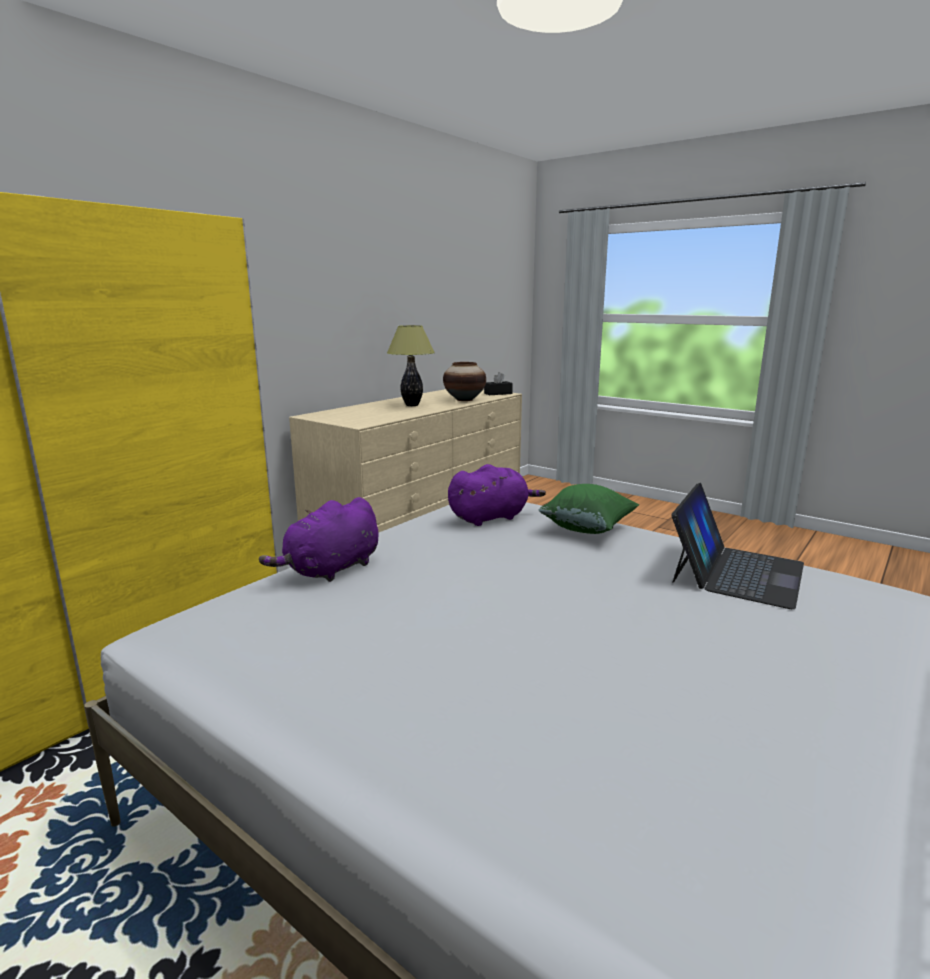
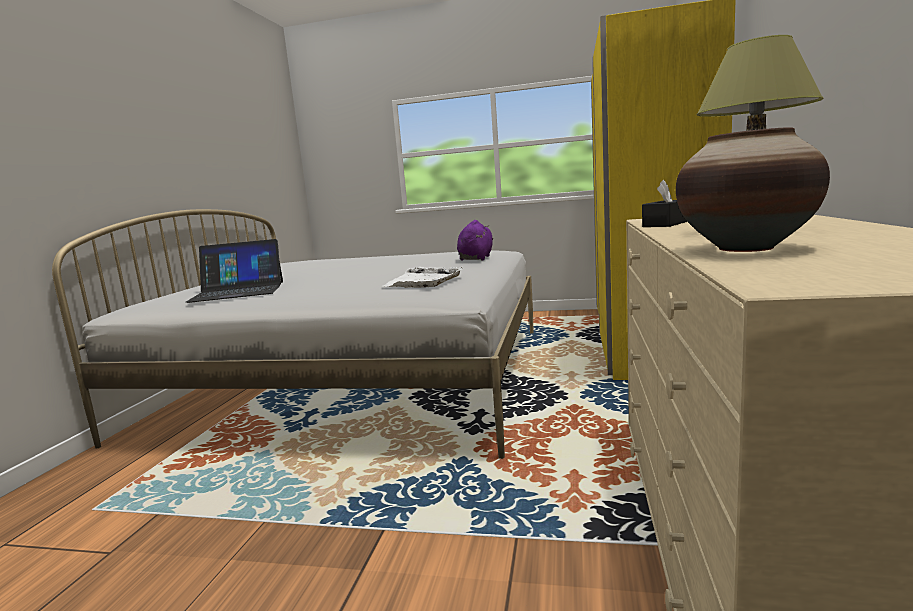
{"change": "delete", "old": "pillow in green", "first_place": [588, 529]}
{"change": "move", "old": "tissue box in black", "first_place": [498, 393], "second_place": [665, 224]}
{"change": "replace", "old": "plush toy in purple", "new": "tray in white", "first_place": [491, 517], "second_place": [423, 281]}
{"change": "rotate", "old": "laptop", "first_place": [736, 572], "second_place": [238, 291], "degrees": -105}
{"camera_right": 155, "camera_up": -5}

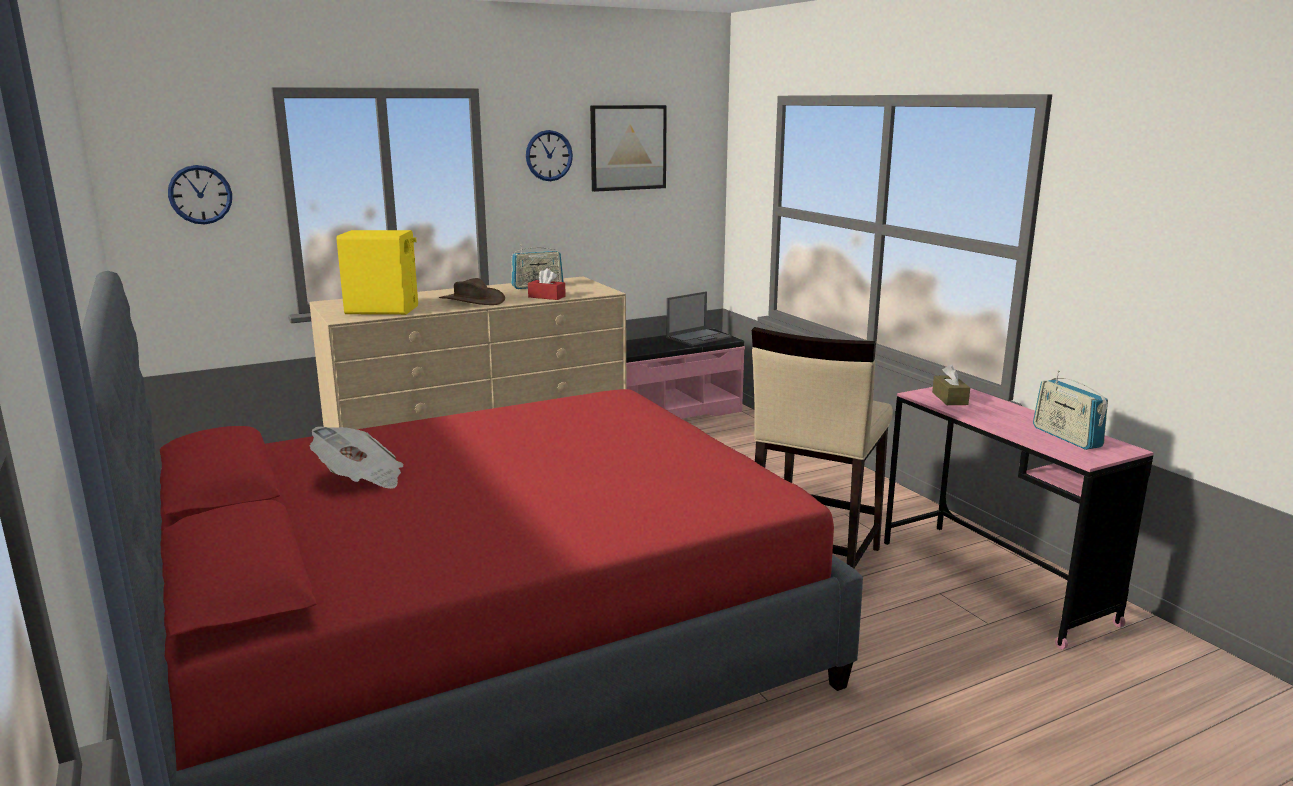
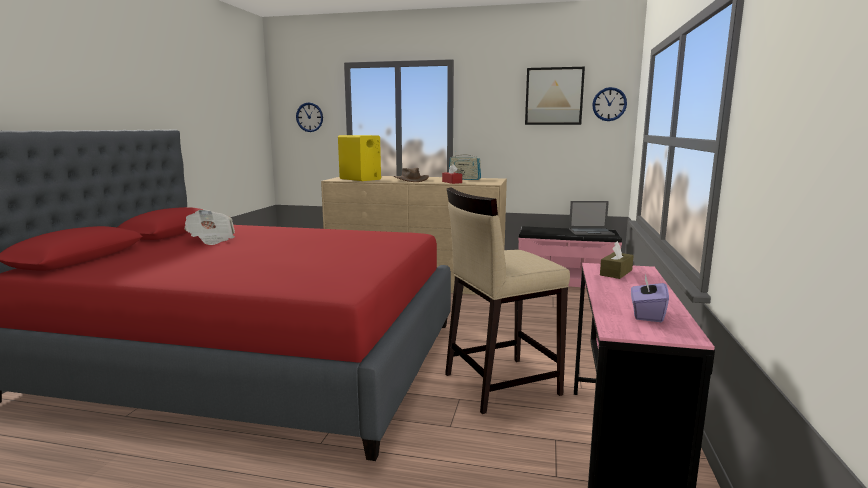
{"change": "move", "old": "wall clock", "first_place": [549, 155], "second_place": [609, 104]}
{"change": "replace", "old": "radio", "new": "tissue box in purple", "first_place": [1066, 437], "second_place": [646, 314]}
{"camera_right": 40, "camera_up": -5}

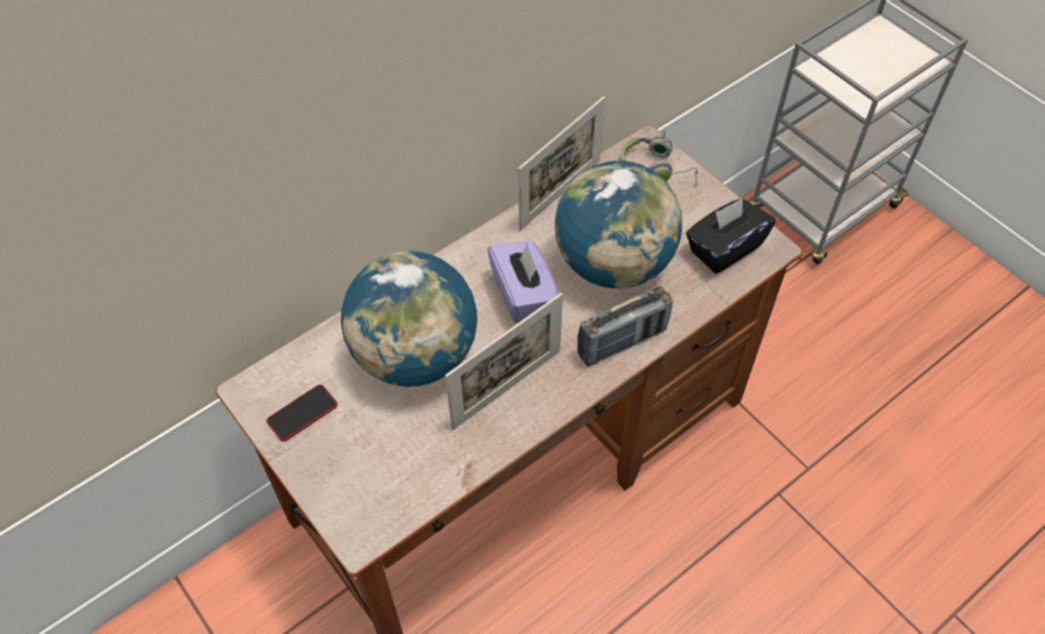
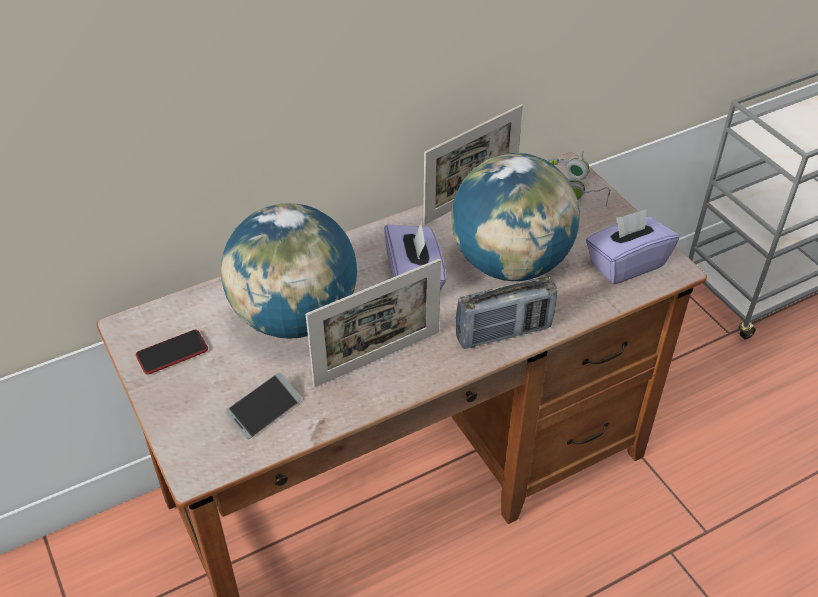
{"change": "insert", "new": "phone", "second_place": [264, 410]}
{"change": "recolor", "old": "tissue box in black", "new": "tissue box in purple", "first_place": [724, 248], "second_place": [626, 264]}
{"camera_right": 10, "camera_up": -10}

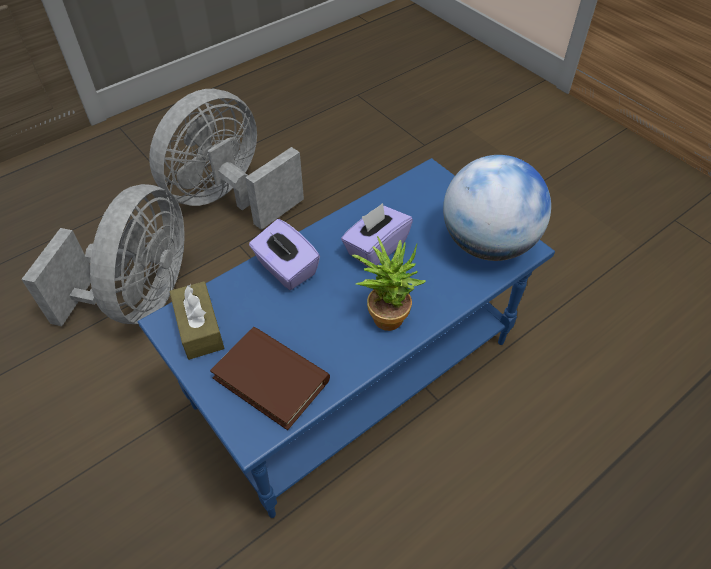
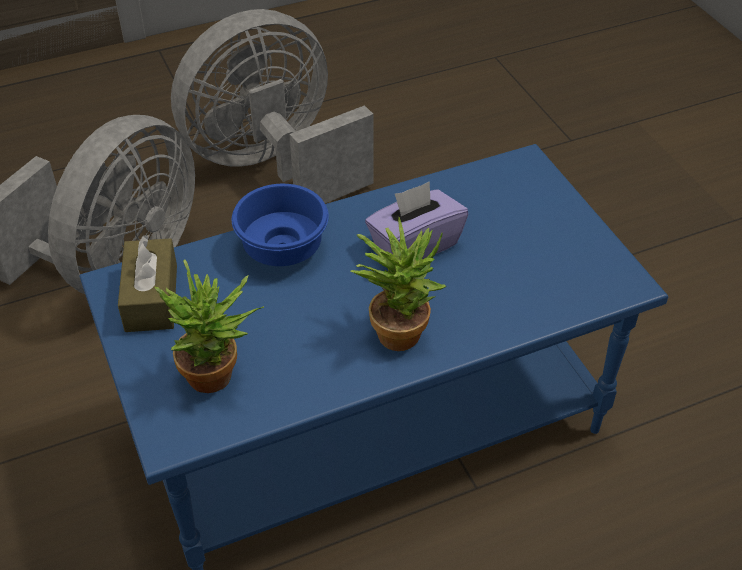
{"change": "delete", "old": "globe", "first_place": [487, 244]}
{"change": "replace", "old": "book in brown", "new": "potted plant", "first_place": [271, 379], "second_place": [219, 377]}
{"change": "replace", "old": "tissue box in purple", "new": "bowl in blue", "first_place": [285, 269], "second_place": [286, 248]}
{"camera_right": 15, "camera_up": -5}

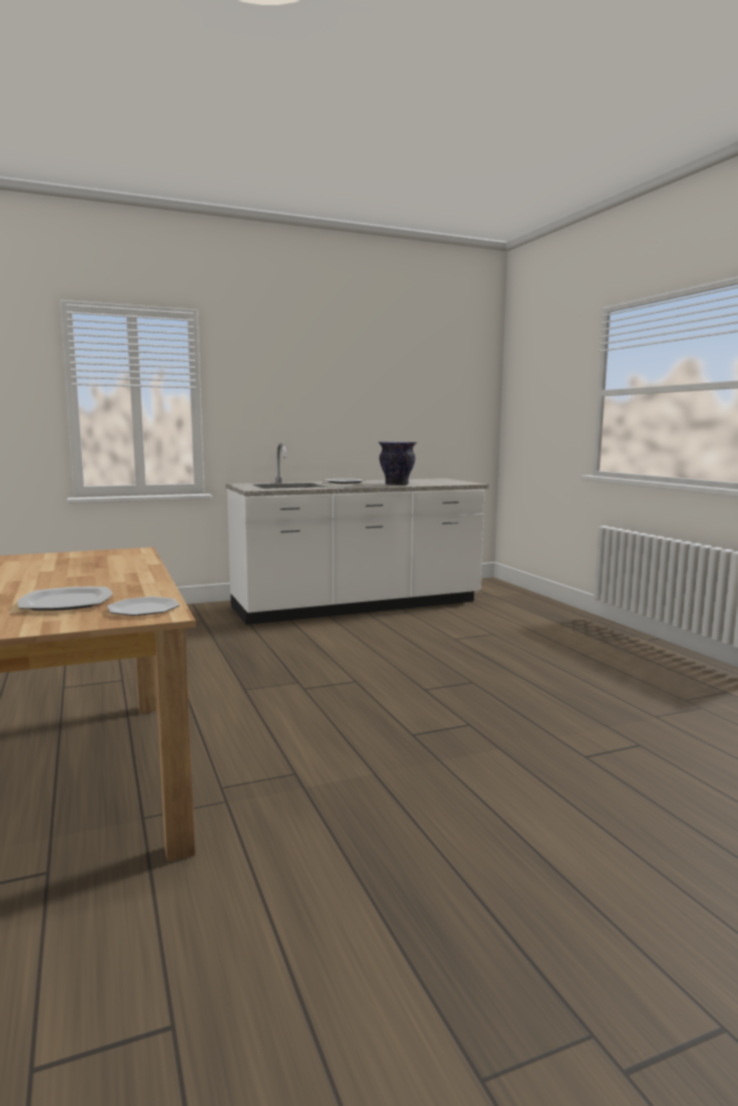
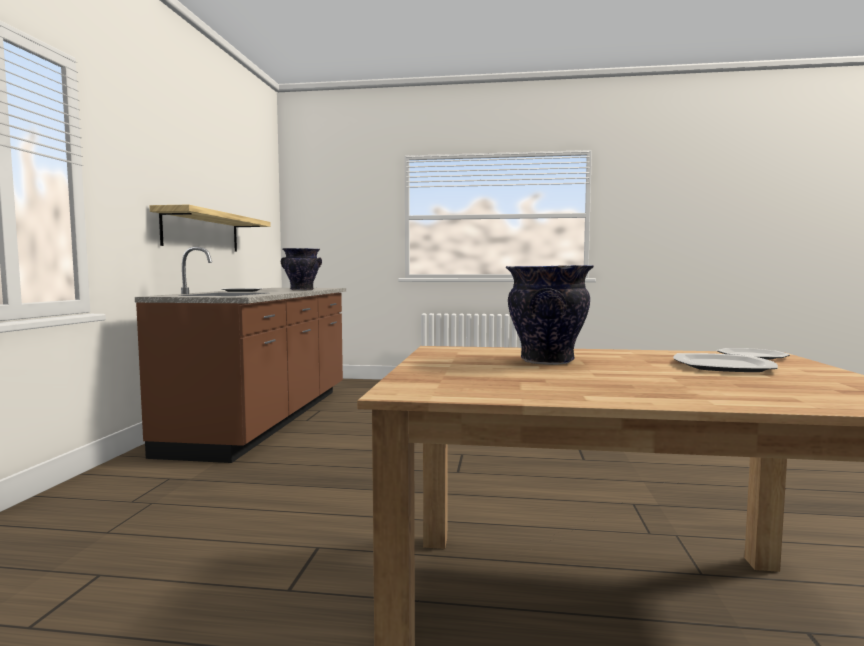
{"change": "insert", "new": "shelf", "second_place": [202, 232]}
{"change": "insert", "new": "vase", "second_place": [546, 361]}
{"change": "recolor", "old": "counter in white", "new": "counter in brown", "first_place": [357, 605], "second_place": [267, 418]}
{"camera_right": -60, "camera_up": -5}

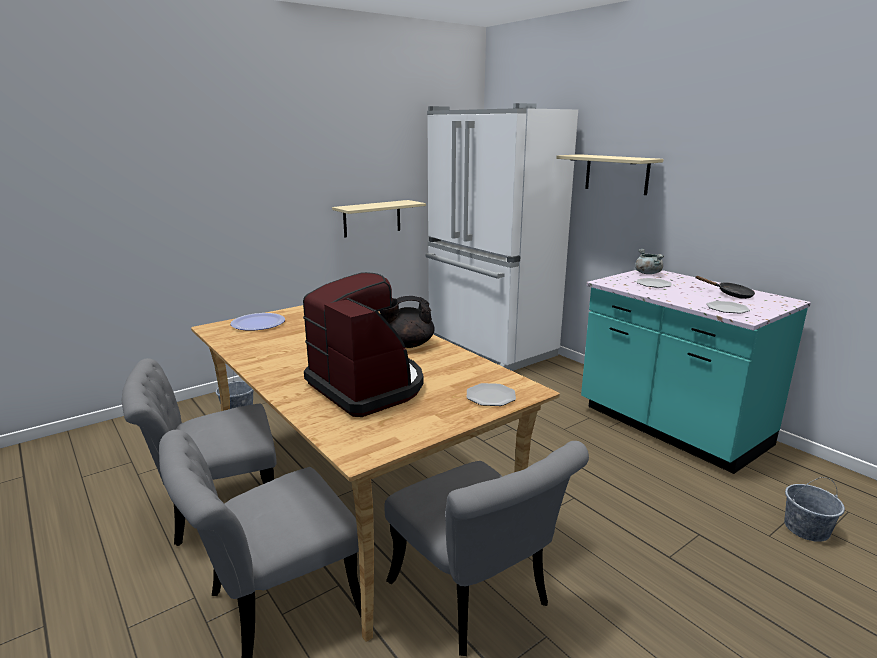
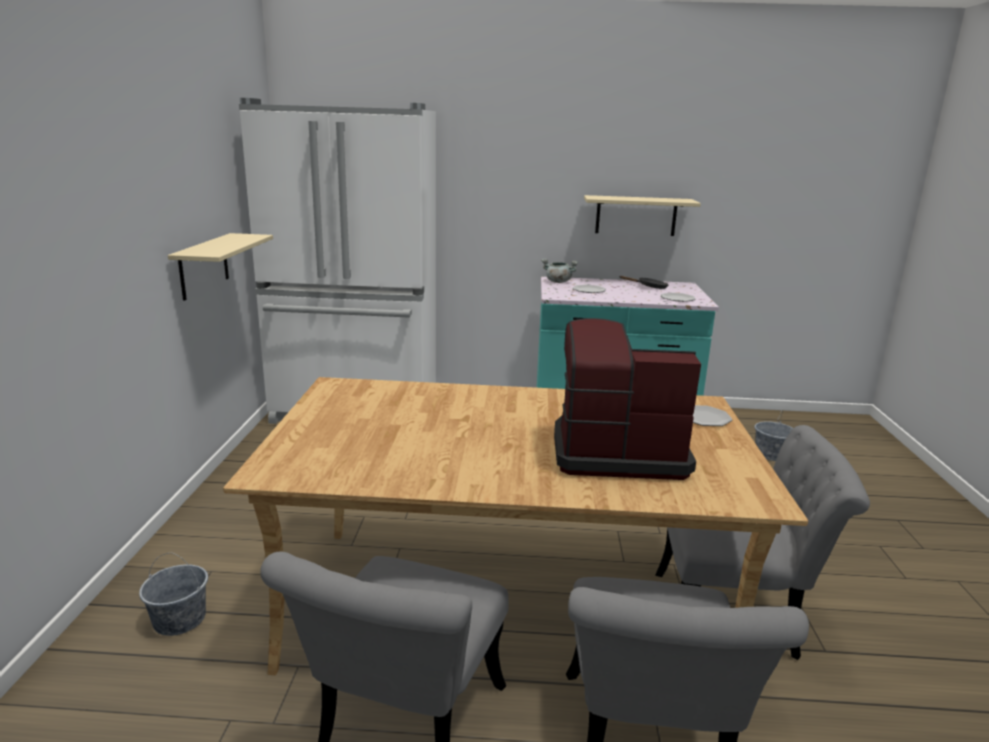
{"change": "delete", "old": "plate", "first_place": [258, 323]}
{"change": "delete", "old": "teapot in black", "first_place": [407, 344]}
{"change": "move", "old": "shelf in beige", "first_place": [616, 174], "second_place": [636, 215]}
{"camera_right": -50, "camera_up": 0}

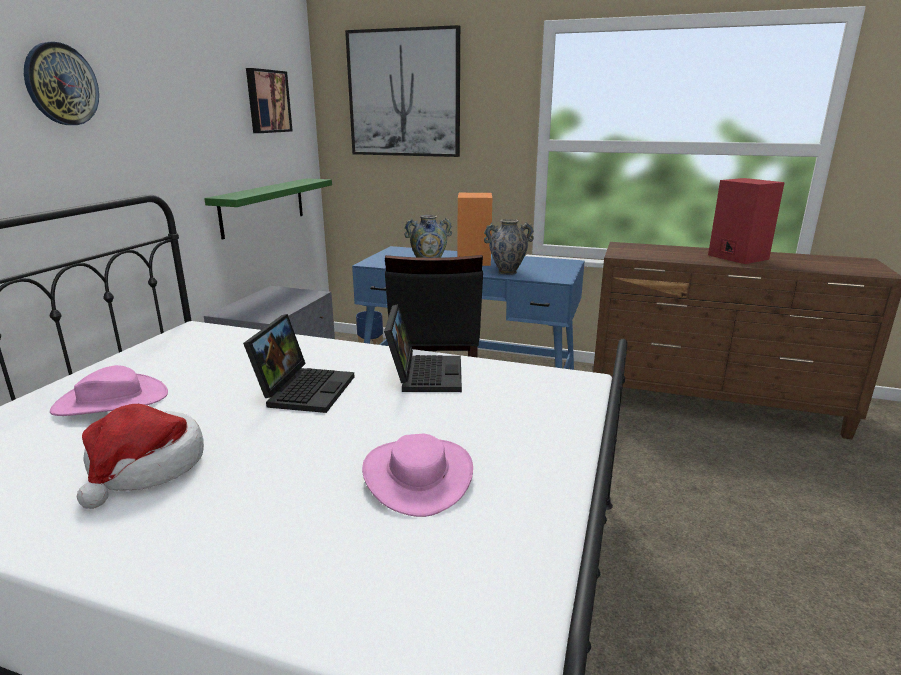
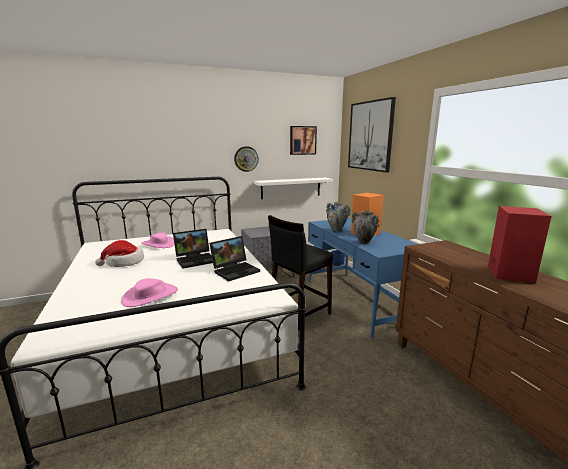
{"change": "move", "old": "wall clock", "first_place": [61, 84], "second_place": [246, 159]}
{"change": "recolor", "old": "shelf in green", "new": "shelf in white", "first_place": [263, 206], "second_place": [291, 188]}
{"camera_right": 50, "camera_up": -5}

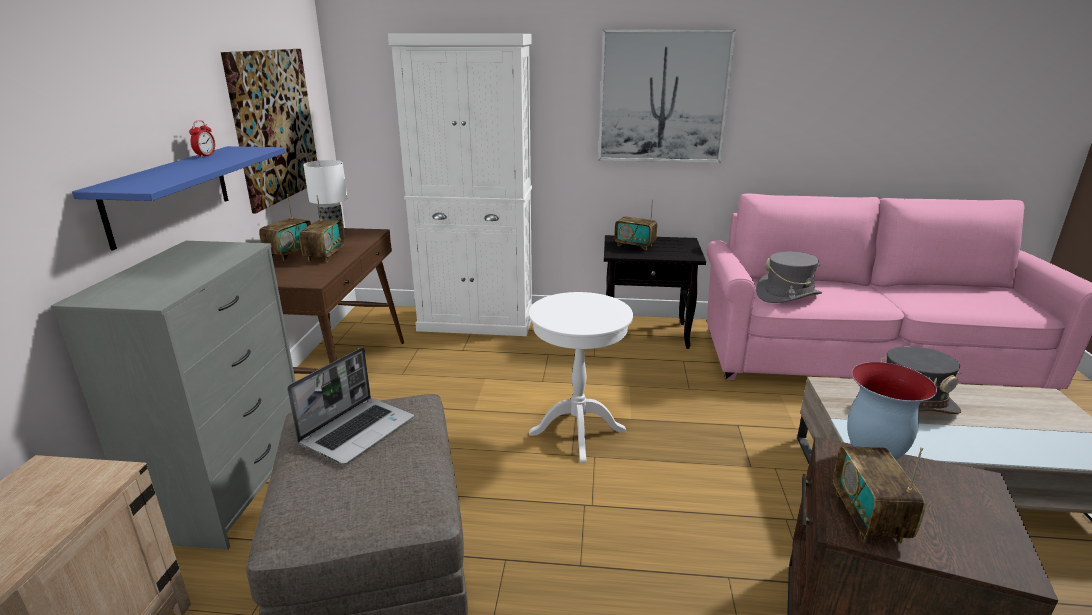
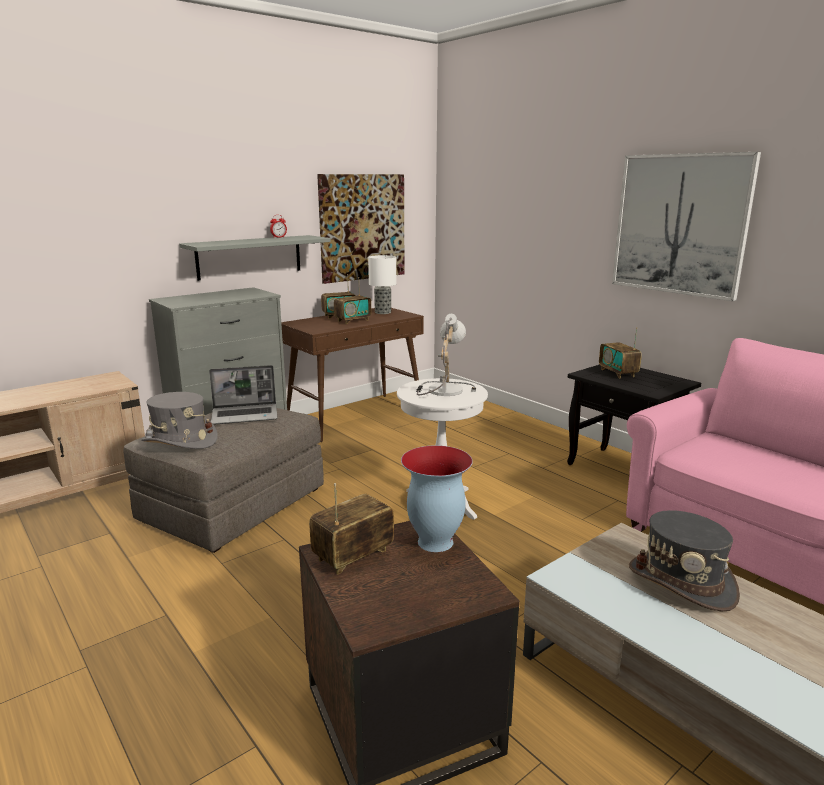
{"change": "delete", "old": "cabinet in white", "first_place": [477, 322]}
{"change": "insert", "new": "table lamp", "second_place": [442, 389]}
{"change": "move", "old": "hat in grey", "first_place": [788, 295], "second_place": [180, 441]}
{"change": "recolor", "old": "shelf in blue", "new": "shelf in grey", "first_place": [169, 194], "second_place": [249, 257]}
{"camera_right": 45, "camera_up": -5}

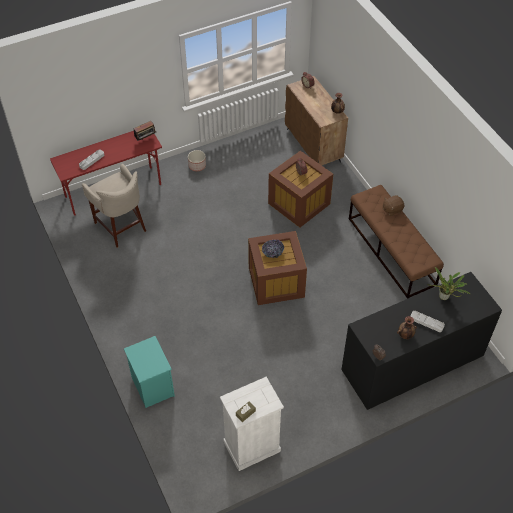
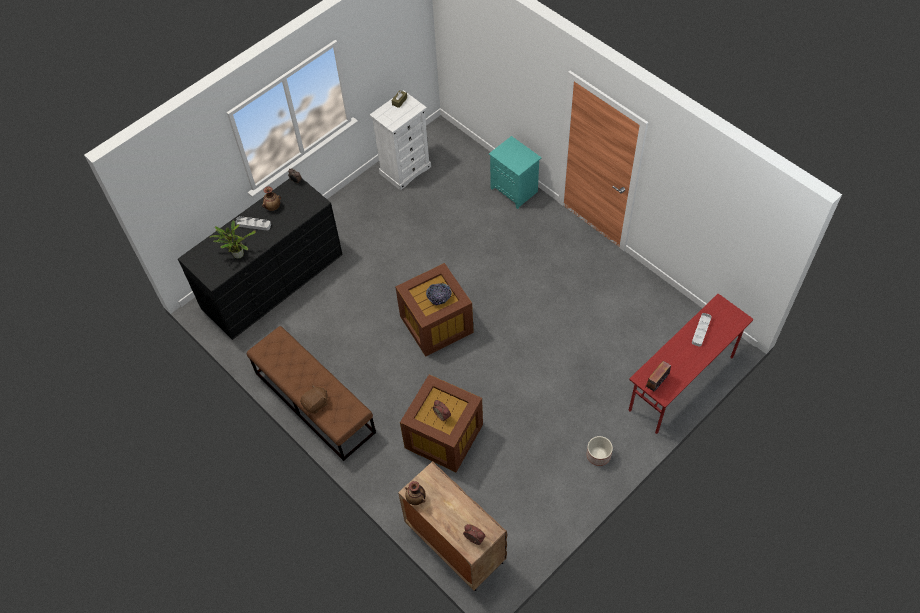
{"change": "delete", "old": "stool in beige", "first_place": [121, 226]}
{"camera_right": 165, "camera_up": 5}

